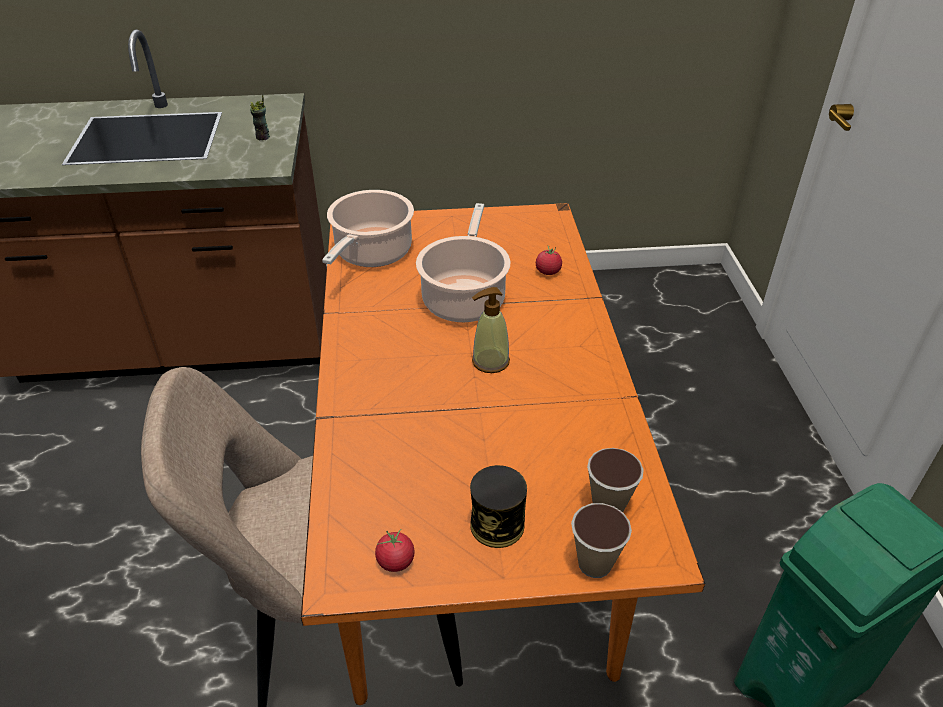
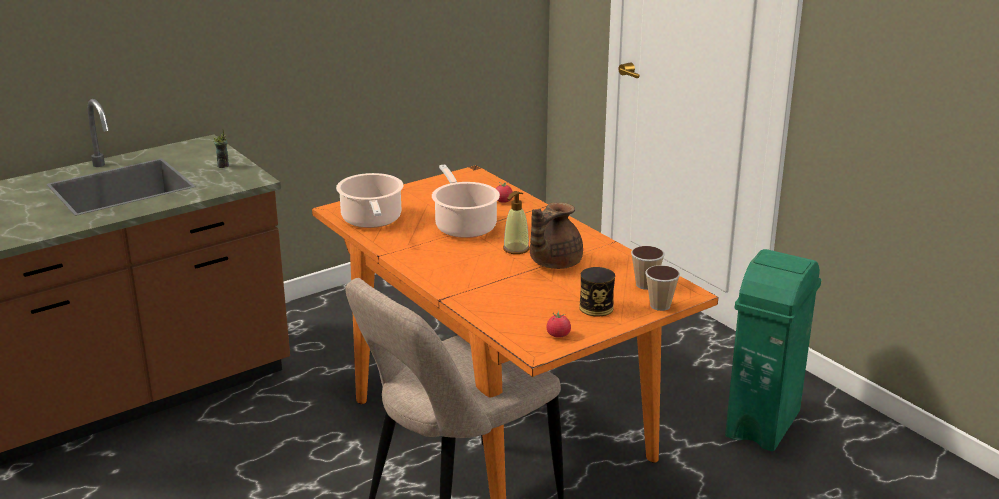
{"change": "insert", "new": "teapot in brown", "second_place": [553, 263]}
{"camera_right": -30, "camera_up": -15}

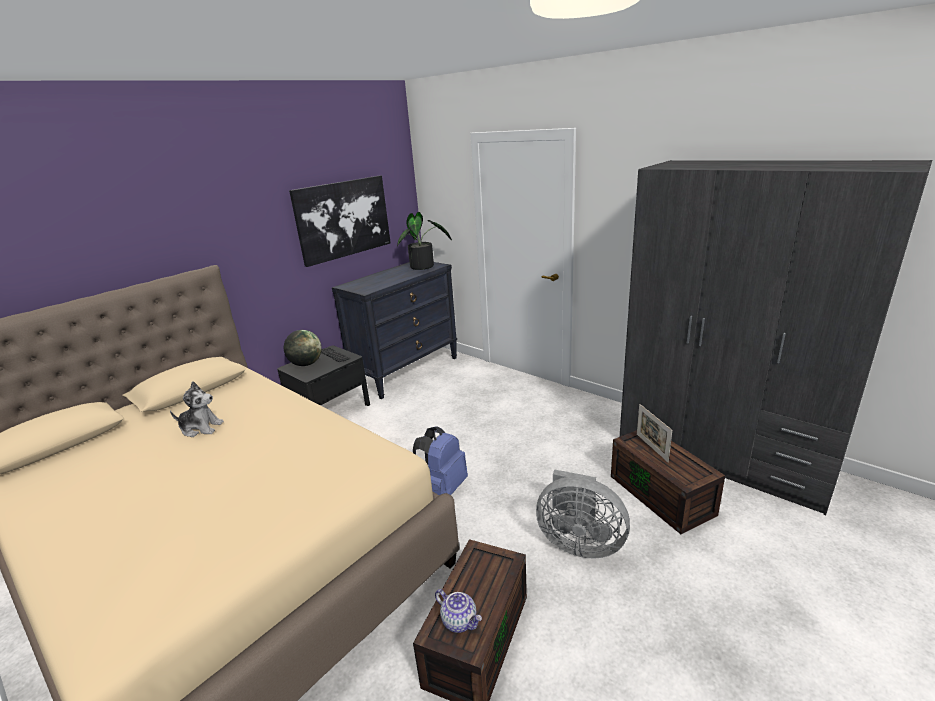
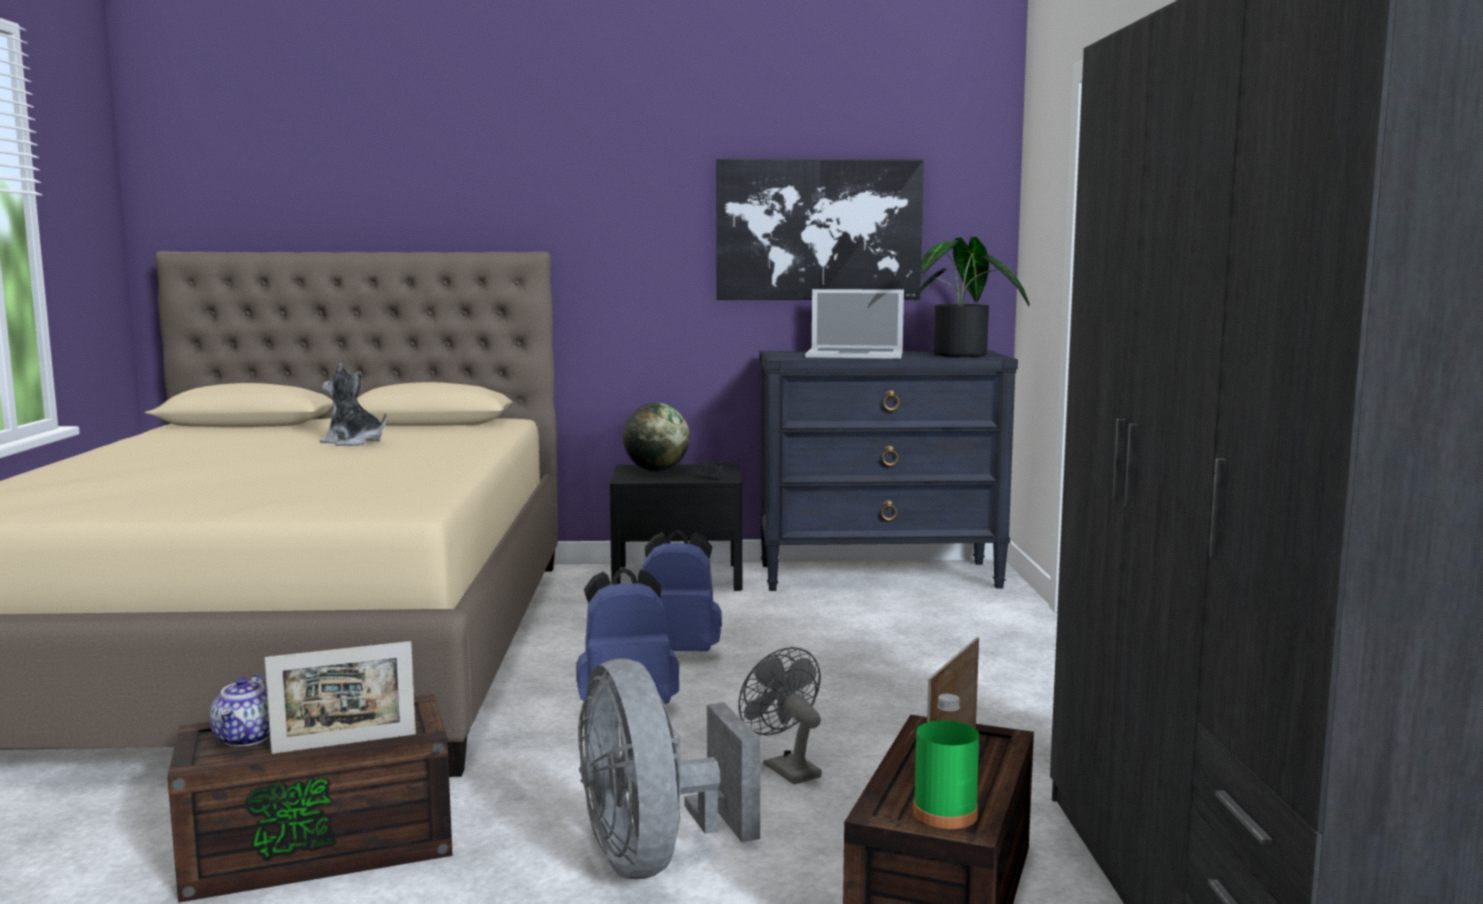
{"change": "insert", "new": "picture frame", "second_place": [344, 743]}
{"change": "insert", "new": "backpack in blue", "second_place": [678, 652]}
{"change": "insert", "new": "fan in grey", "second_place": [785, 768]}
{"change": "insert", "new": "laptop", "second_place": [855, 355]}
{"change": "insert", "new": "bottle in green", "second_place": [945, 813]}
{"change": "rotate", "old": "plush toy", "first_place": [201, 428], "second_place": [353, 442], "degrees": 150}
{"camera_right": 45, "camera_up": -15}

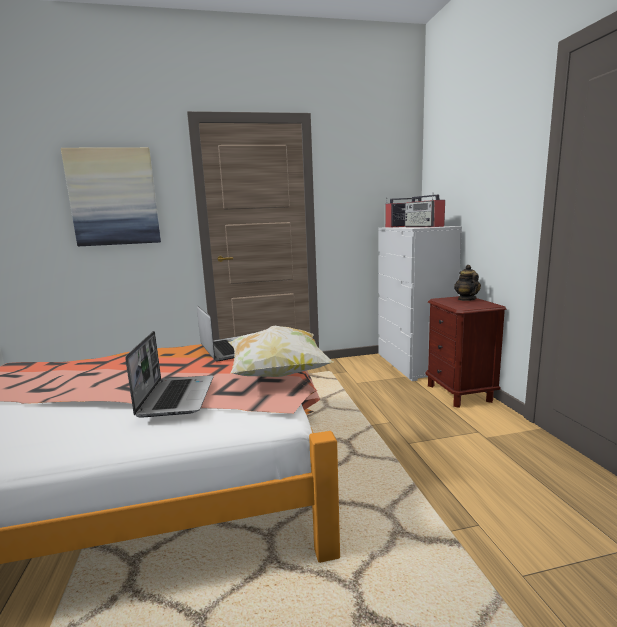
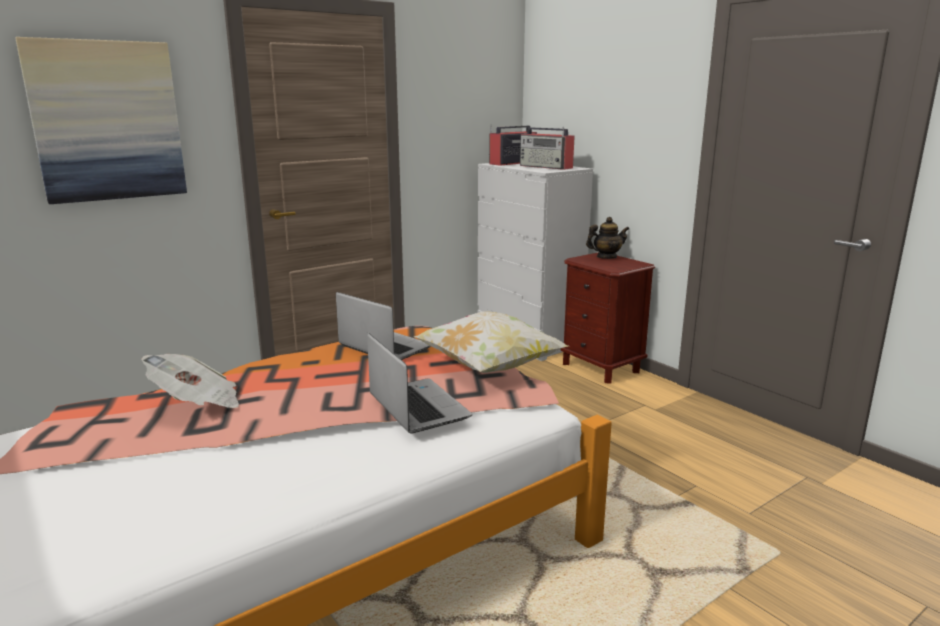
{"change": "insert", "new": "newspaper", "second_place": [197, 403]}
{"change": "rotate", "old": "teapot", "first_place": [466, 299], "second_place": [606, 257], "degrees": 105}
{"camera_right": -25, "camera_up": 5}

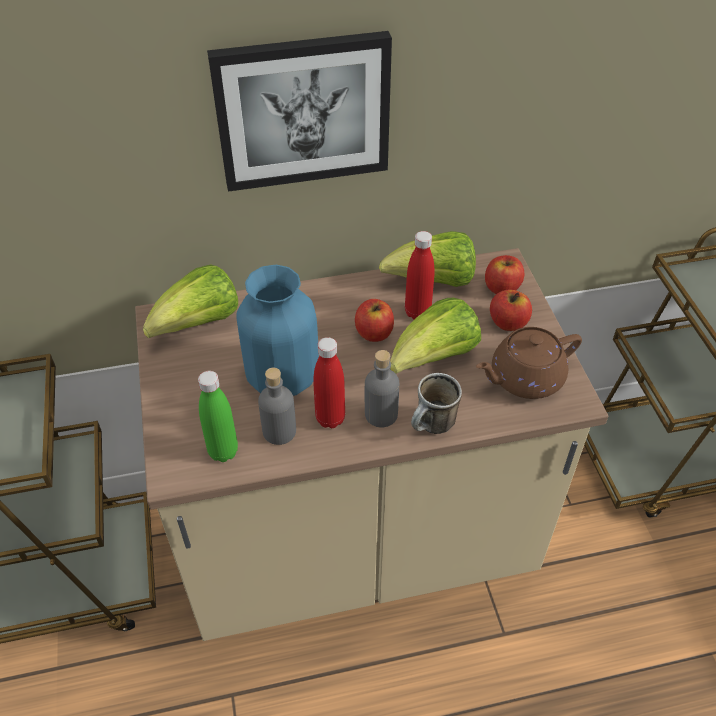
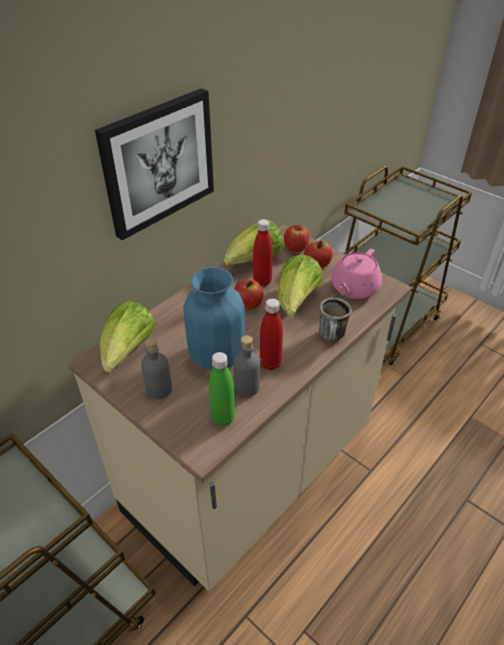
{"change": "move", "old": "bottle in grey", "first_place": [381, 414], "second_place": [159, 389]}
{"change": "recolor", "old": "teapot in brown", "new": "teapot in pink", "first_place": [524, 378], "second_place": [354, 288]}
{"camera_right": -35, "camera_up": -5}

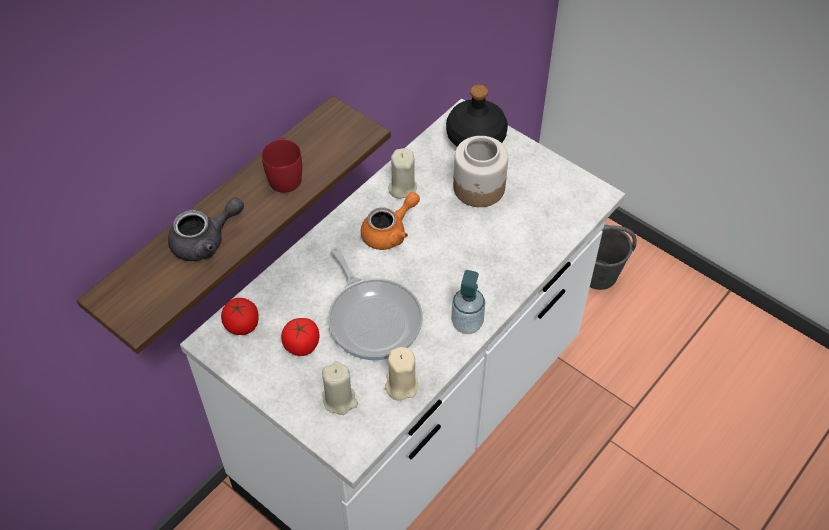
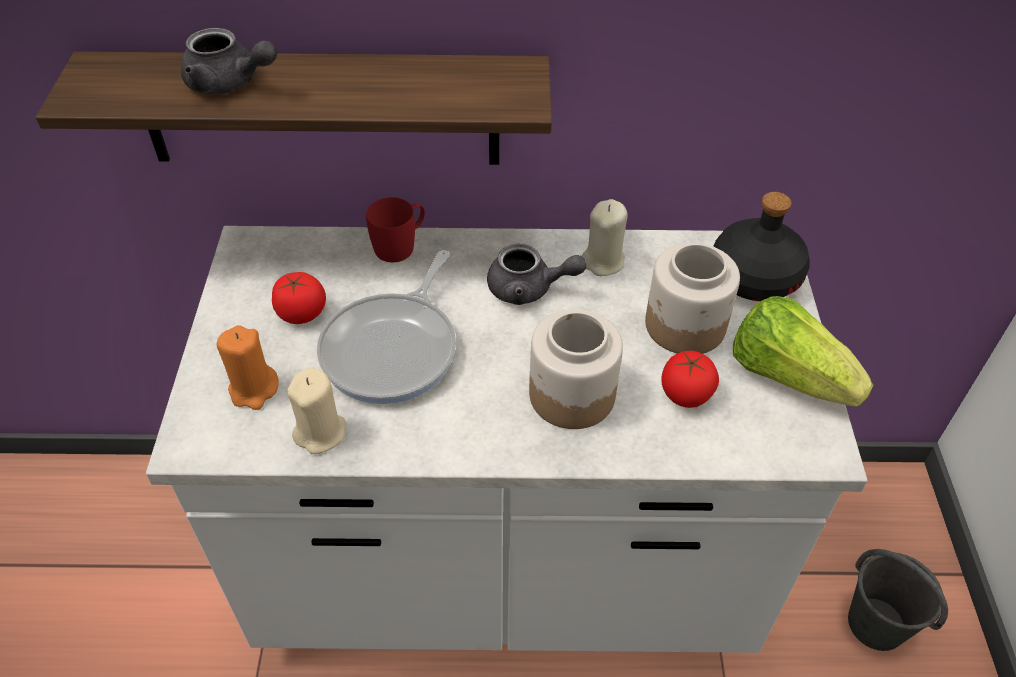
{"change": "delete", "old": "soap dispenser", "first_place": [467, 323]}
{"change": "insert", "new": "jar", "second_place": [571, 394]}
{"change": "insert", "new": "lettuce", "second_place": [788, 375]}
{"change": "move", "old": "tomato", "first_place": [242, 325], "second_place": [685, 394]}
{"change": "move", "old": "mug in red", "first_place": [285, 175], "second_place": [401, 245]}
{"change": "recolor", "old": "candle in beige", "new": "candle in orange", "first_place": [340, 400], "second_place": [254, 389]}
{"change": "recolor", "old": "teapot in orange", "new": "teapot in grey", "first_place": [389, 232], "second_place": [529, 289]}
{"camera_right": 50, "camera_up": -5}

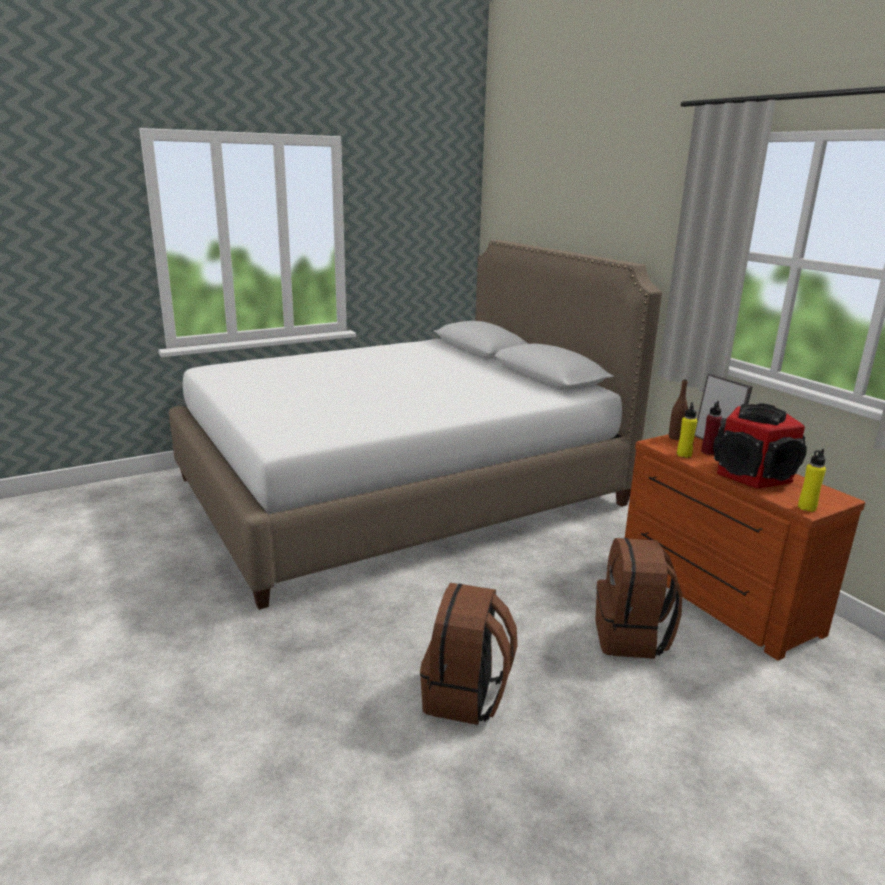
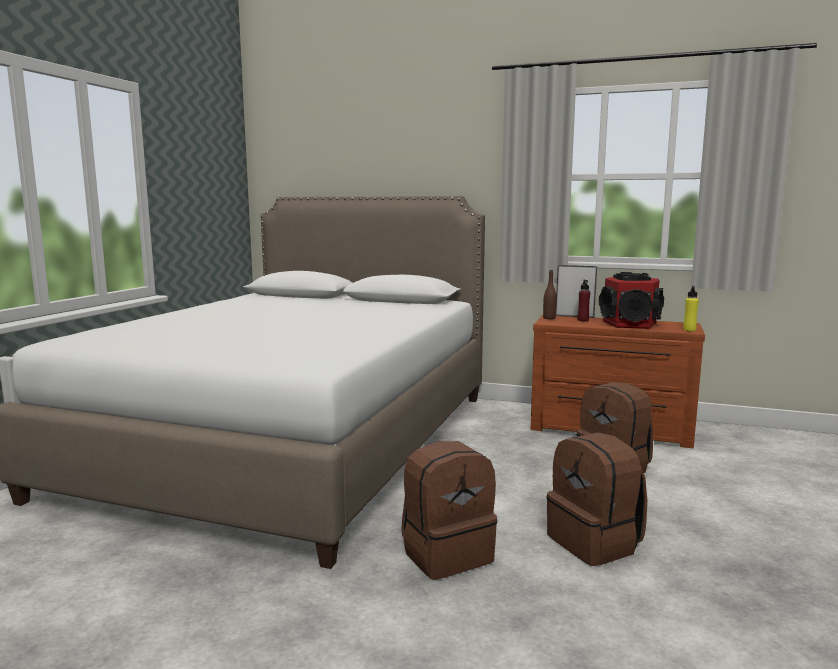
{"change": "delete", "old": "bottle in yellow", "first_place": [684, 454]}
{"change": "insert", "new": "backpack in brown", "second_place": [446, 554]}
{"camera_right": -40, "camera_up": -10}

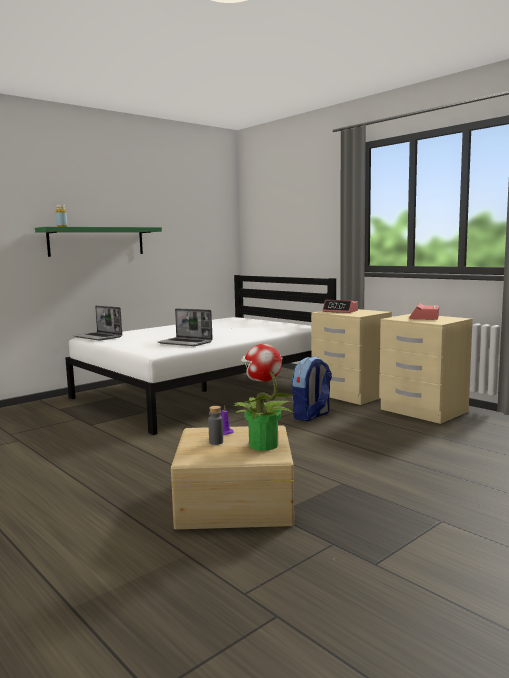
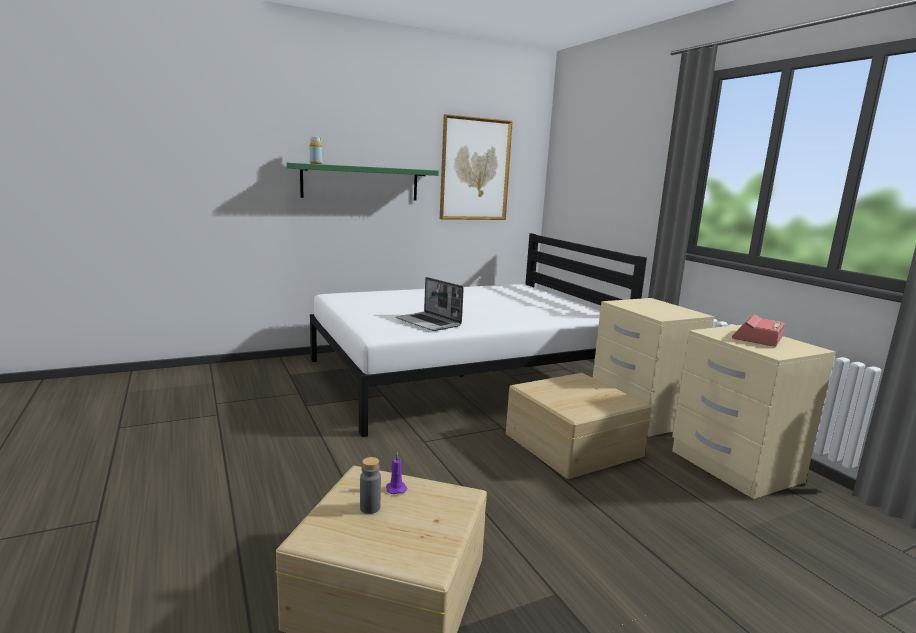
{"change": "delete", "old": "laptop", "first_place": [99, 337]}
{"change": "delete", "old": "potted plant", "first_place": [262, 445]}
{"change": "delete", "old": "alarm clock", "first_place": [340, 311]}
{"change": "insert", "new": "picture", "second_place": [475, 169]}
{"change": "replace", "old": "backpack", "new": "storage box in beige", "first_place": [311, 416], "second_place": [571, 444]}
{"camera_right": 15, "camera_up": 5}

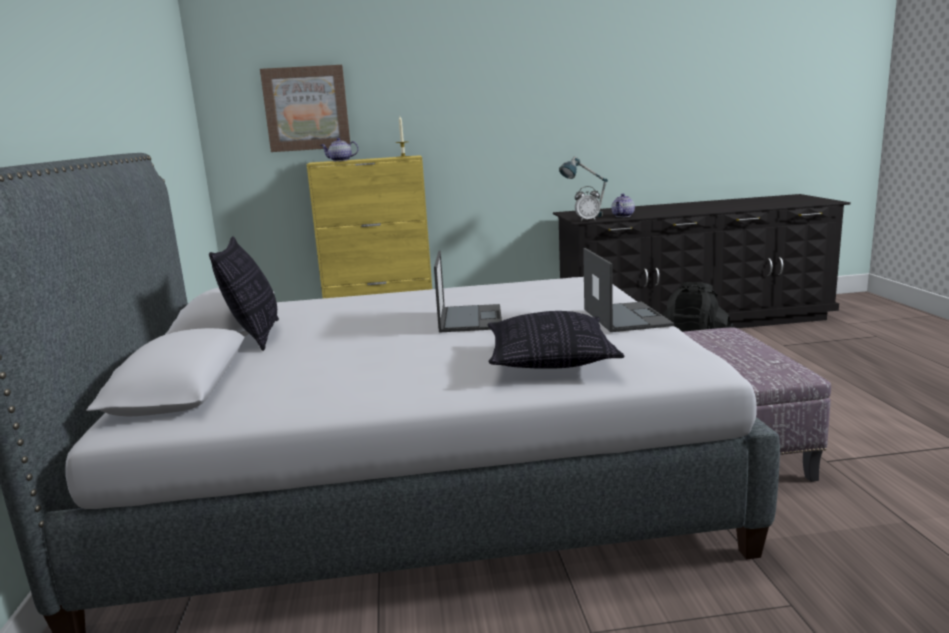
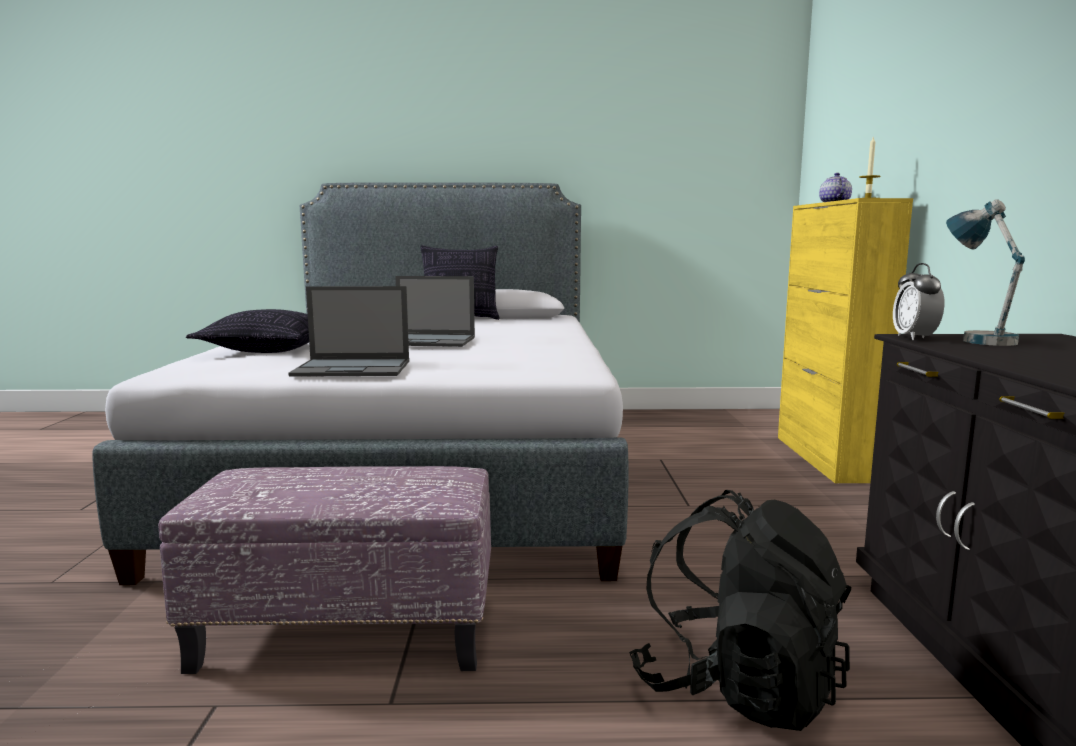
{"change": "delete", "old": "picture", "first_place": [306, 108]}
{"change": "delete", "old": "teapot", "first_place": [623, 216]}
{"camera_right": 95, "camera_up": -5}

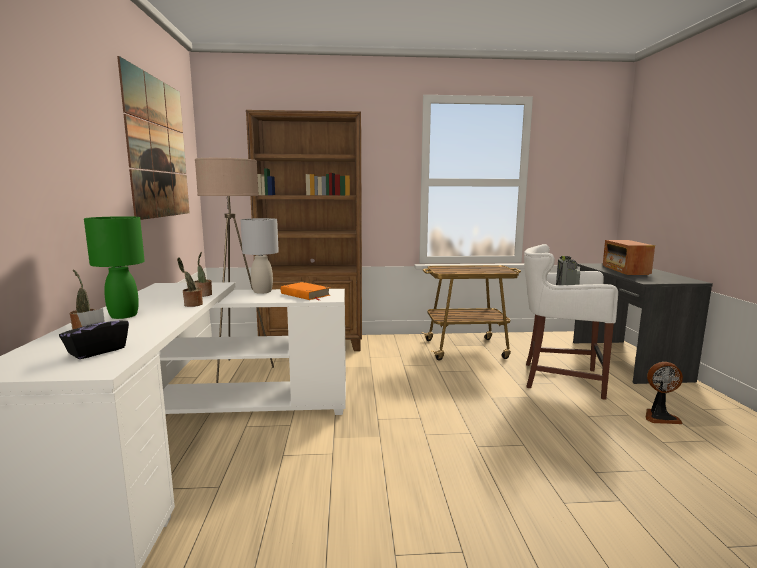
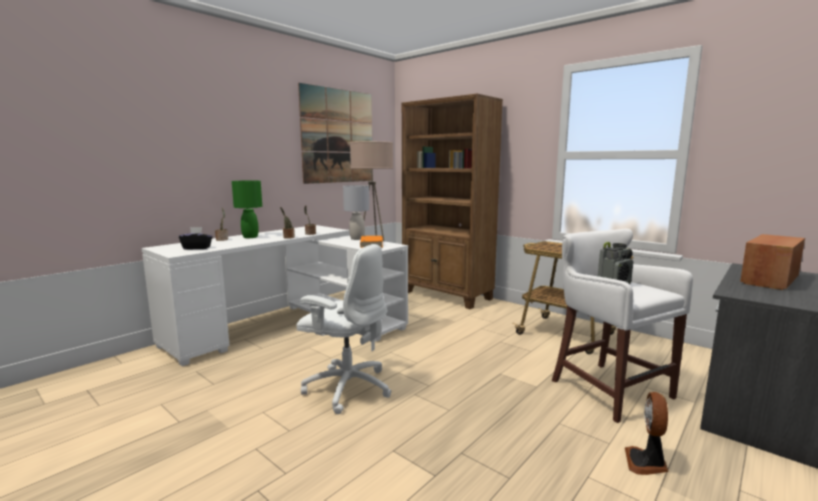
{"change": "insert", "new": "office chair in white", "second_place": [347, 387]}
{"change": "rotate", "old": "fan", "first_place": [660, 417], "second_place": [646, 463], "degrees": 60}
{"camera_right": 45, "camera_up": 0}

